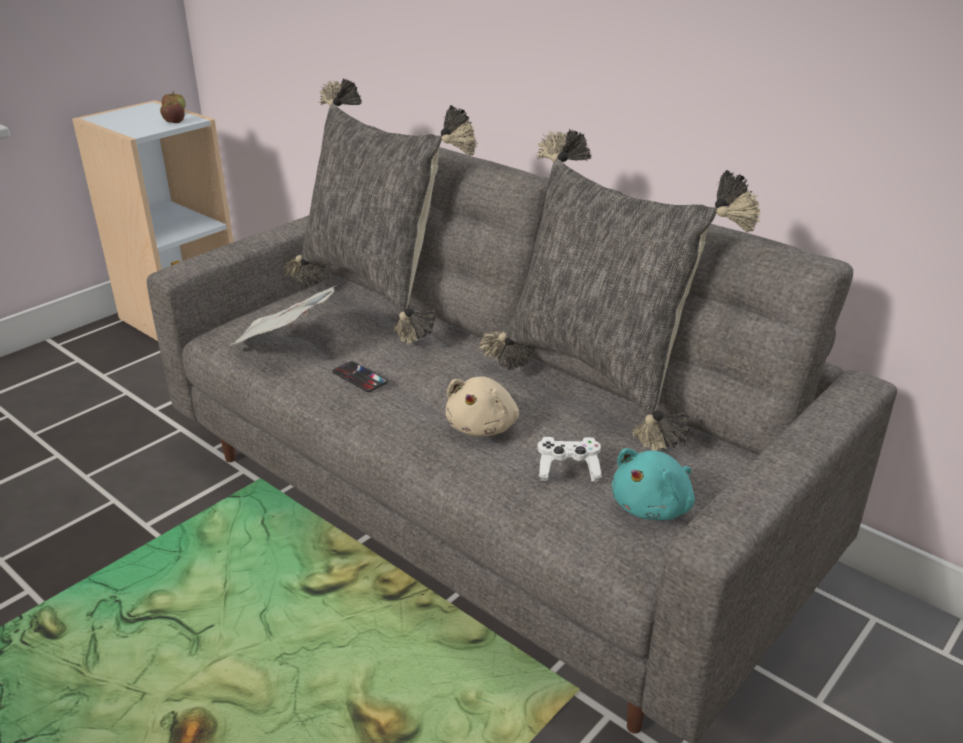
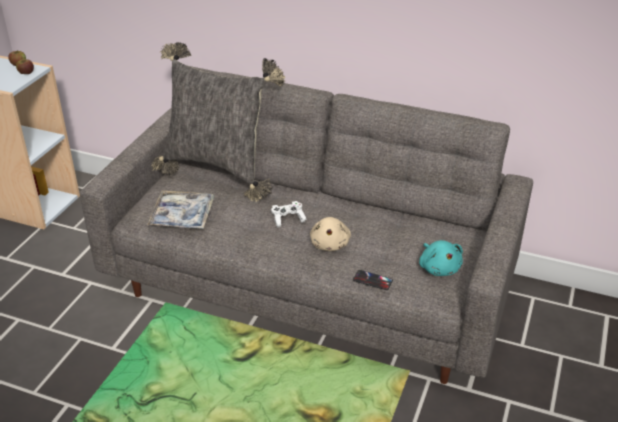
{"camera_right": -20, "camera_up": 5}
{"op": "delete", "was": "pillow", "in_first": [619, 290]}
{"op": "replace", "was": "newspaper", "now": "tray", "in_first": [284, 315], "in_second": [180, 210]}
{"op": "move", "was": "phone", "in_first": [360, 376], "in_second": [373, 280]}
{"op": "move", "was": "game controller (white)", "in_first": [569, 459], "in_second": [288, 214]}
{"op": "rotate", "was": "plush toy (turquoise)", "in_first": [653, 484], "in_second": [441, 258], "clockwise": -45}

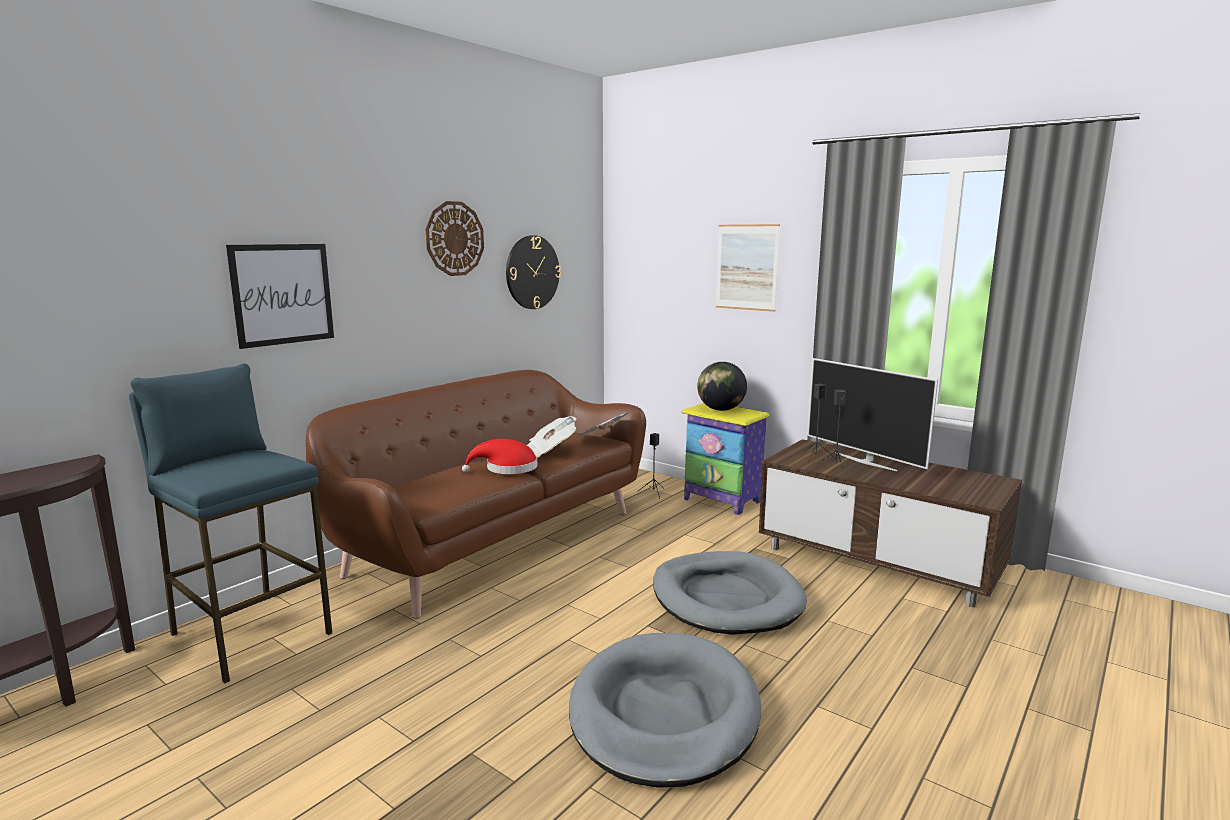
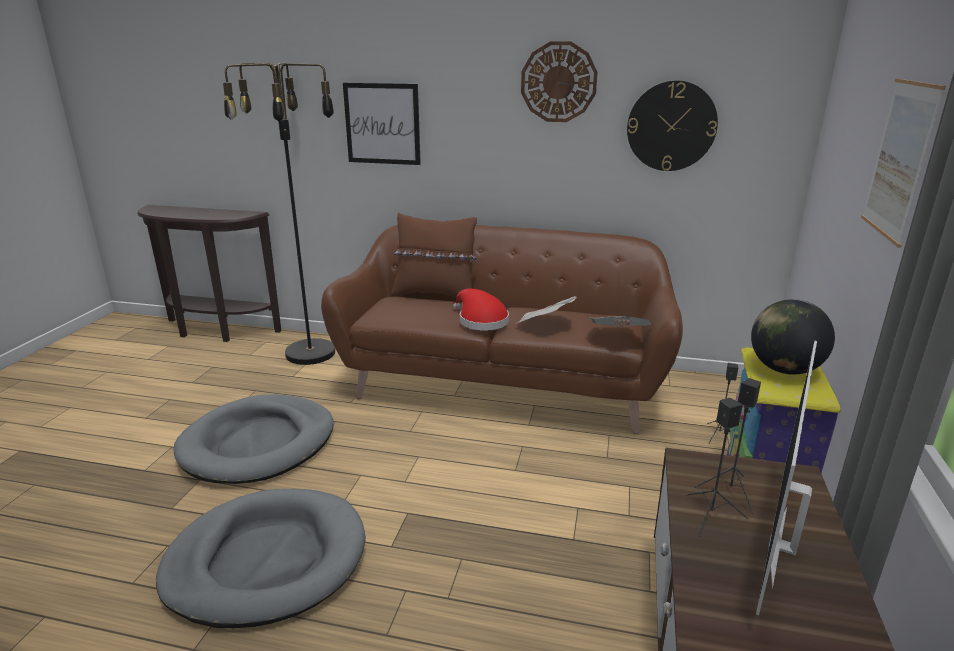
{"camera_right": 65, "camera_up": 10}
{"op": "replace", "was": "stool (blue)", "now": "floor lamp", "in_first": [230, 523], "in_second": [279, 213]}
{"op": "move", "was": "dog bed (grey)", "in_first": [730, 593], "in_second": [253, 439]}
{"op": "insert", "now": "pillow (brown)", "in_second": [434, 255]}

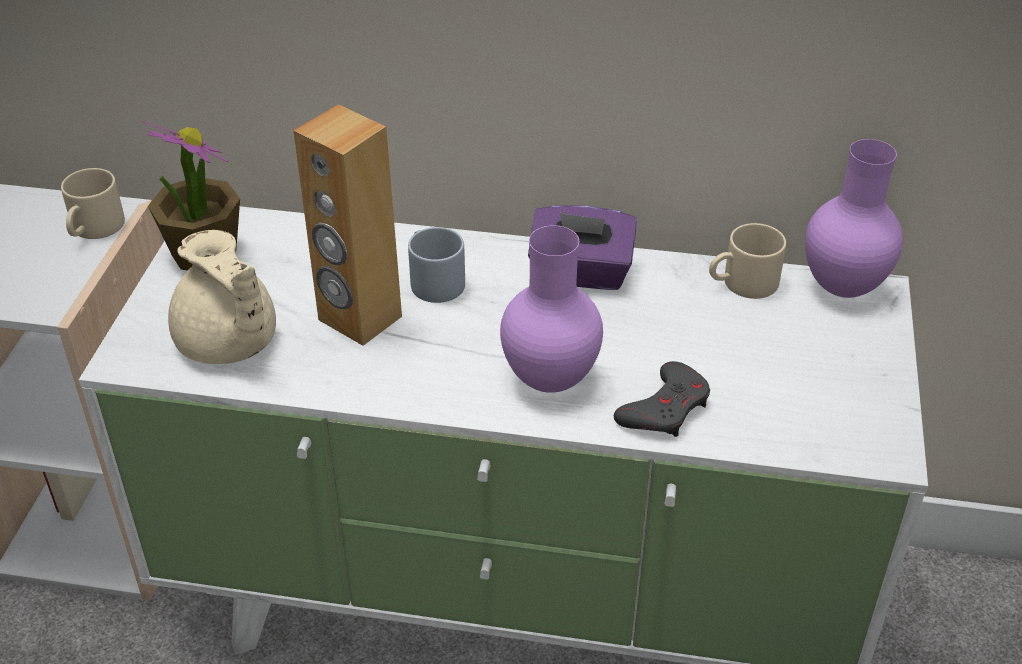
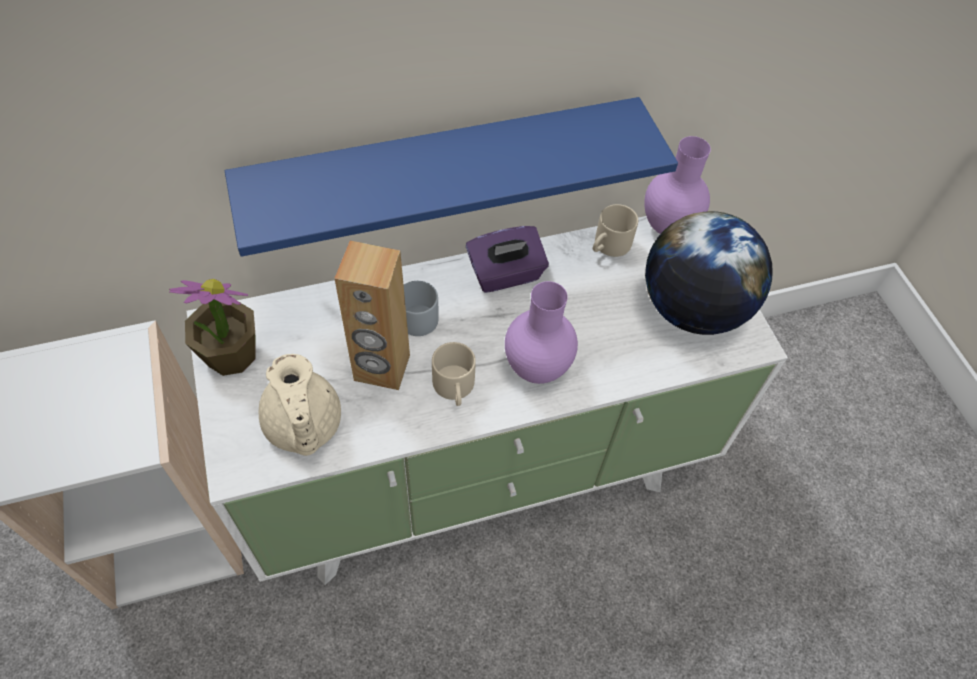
{"camera_right": -30, "camera_up": 15}
{"op": "move", "was": "mug (beige)", "in_first": [93, 203], "in_second": [454, 374]}
{"op": "rotate", "was": "teapot (beige)", "in_first": [222, 297], "in_second": [300, 405], "clockwise": 45}
{"op": "delete", "was": "game controller (grey)", "in_first": [662, 399]}
{"op": "insert", "now": "shelf (blue)", "in_second": [451, 177]}
{"op": "insert", "now": "globe", "in_second": [708, 273]}

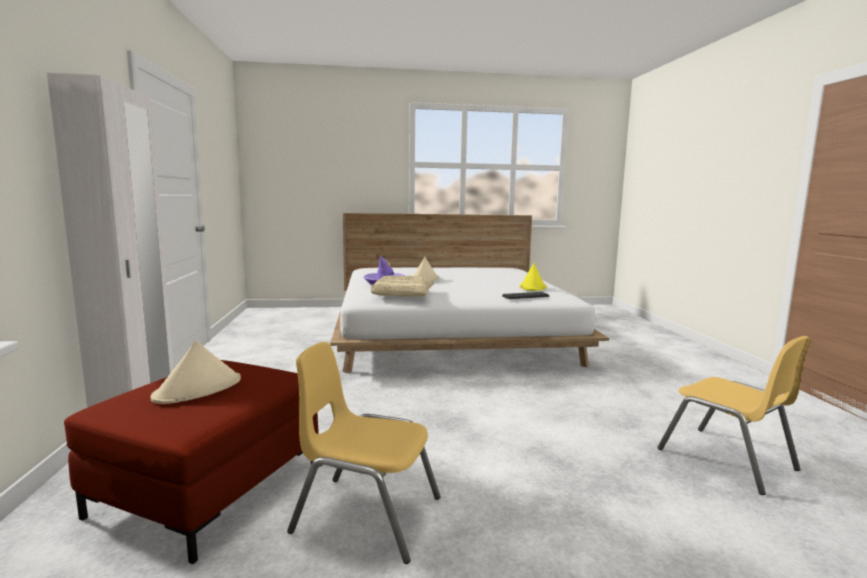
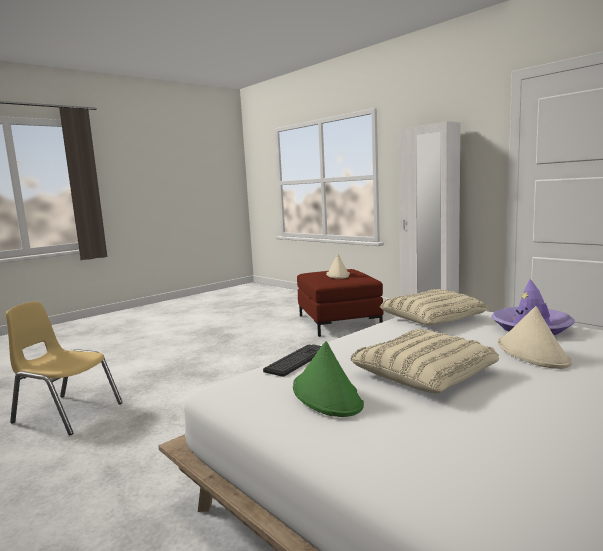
{"camera_right": 145, "camera_up": 0}
{"op": "recolor", "was": "hat (yellow)", "now": "hat (green)", "in_first": [533, 277], "in_second": [328, 379]}
{"op": "delete", "was": "chair (yellow)", "in_first": [363, 453]}
{"op": "insert", "now": "pillow (beige)", "in_second": [425, 361]}

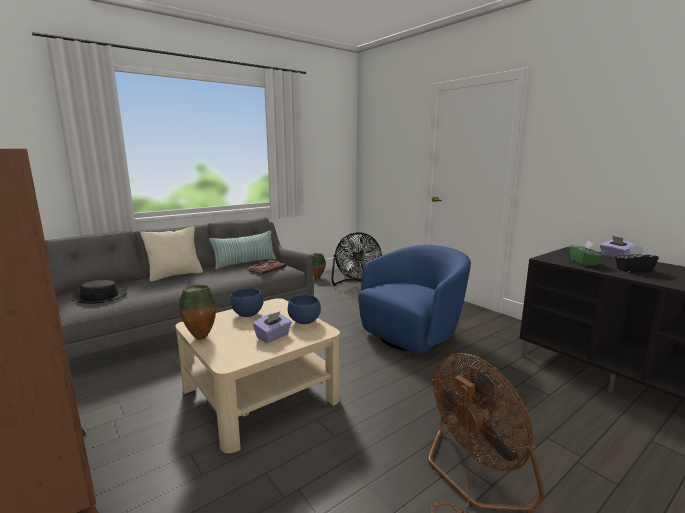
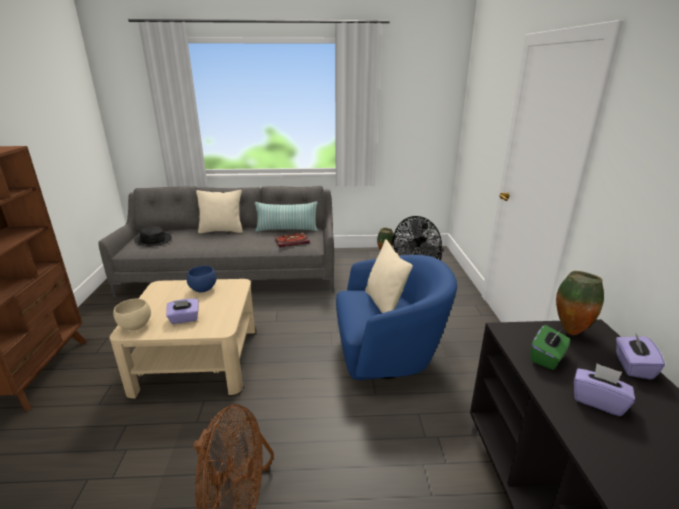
{"camera_right": 35, "camera_up": 10}
{"op": "recolor", "was": "tissue box (black)", "now": "tissue box (purple)", "in_first": [637, 259], "in_second": [604, 389]}
{"op": "move", "was": "vase", "in_first": [197, 312], "in_second": [580, 303]}
{"op": "delete", "was": "bowl (blue)", "in_first": [304, 309]}
{"op": "insert", "now": "pillow (beige)", "in_second": [389, 276]}
{"op": "insert", "now": "bowl (beige)", "in_second": [132, 314]}

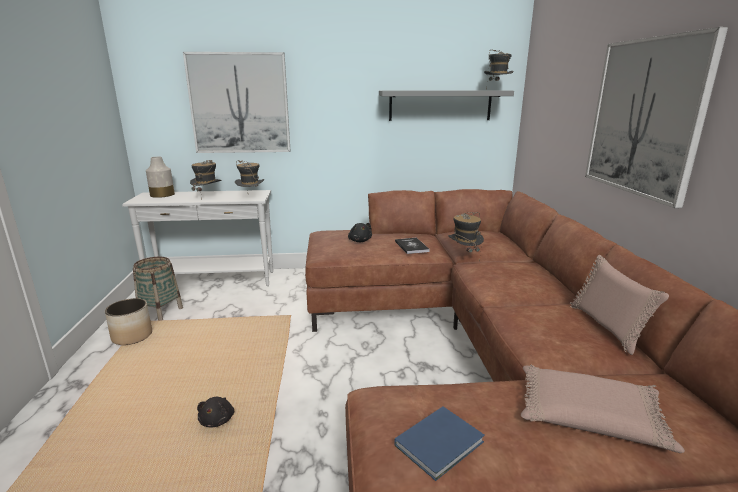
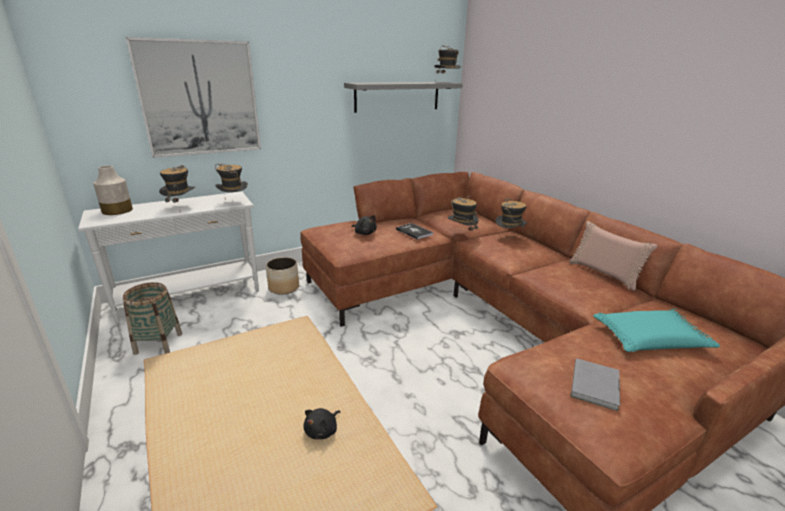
{"camera_right": -25, "camera_up": 5}
{"op": "delete", "was": "picture", "in_first": [656, 117]}
{"op": "move", "was": "planter", "in_first": [128, 321], "in_second": [282, 275]}
{"op": "recolor", "was": "pillow (beige)", "now": "pillow (turquoise)", "in_first": [603, 408], "in_second": [656, 330]}
{"op": "rotate", "was": "plush toy (black)", "in_first": [215, 412], "in_second": [322, 423], "clockwise": 60}
{"op": "recolor", "was": "book (blue)", "now": "book (grey)", "in_first": [439, 443], "in_second": [595, 384]}
{"op": "insert", "now": "hat", "in_second": [511, 212]}

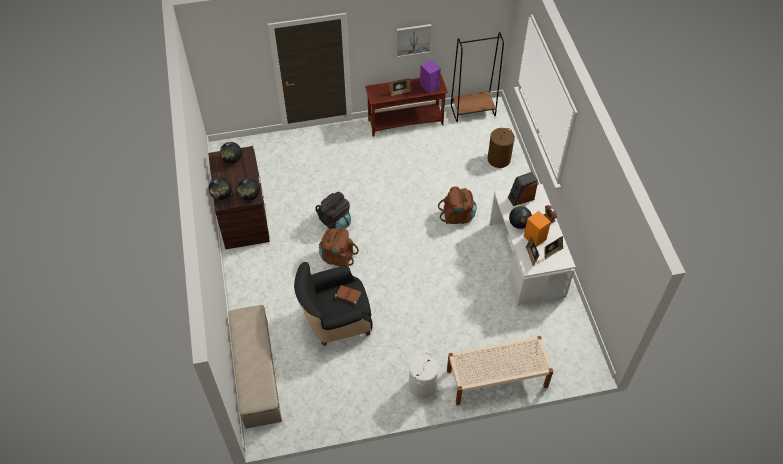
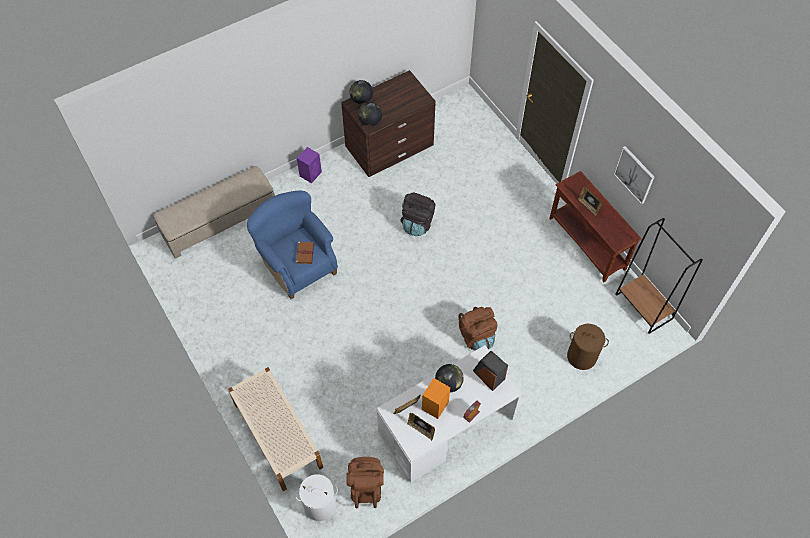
{"camera_right": 70, "camera_up": 5}
{"op": "move", "was": "speaker (purple)", "in_first": [430, 76], "in_second": [309, 165]}
{"op": "delete", "was": "globe", "in_first": [231, 153]}
{"op": "move", "was": "backpack (brown)", "in_first": [339, 247], "in_second": [365, 482]}
{"op": "recolor", "was": "armchair (black)", "now": "armchair (blue)", "in_first": [333, 304], "in_second": [292, 245]}
{"op": "move", "was": "laundry basket (white)", "in_first": [424, 375], "in_second": [316, 497]}

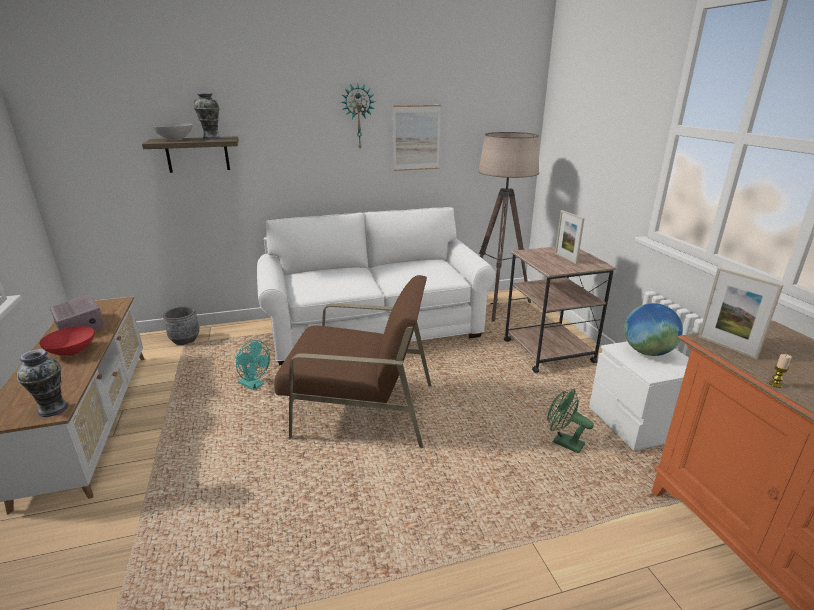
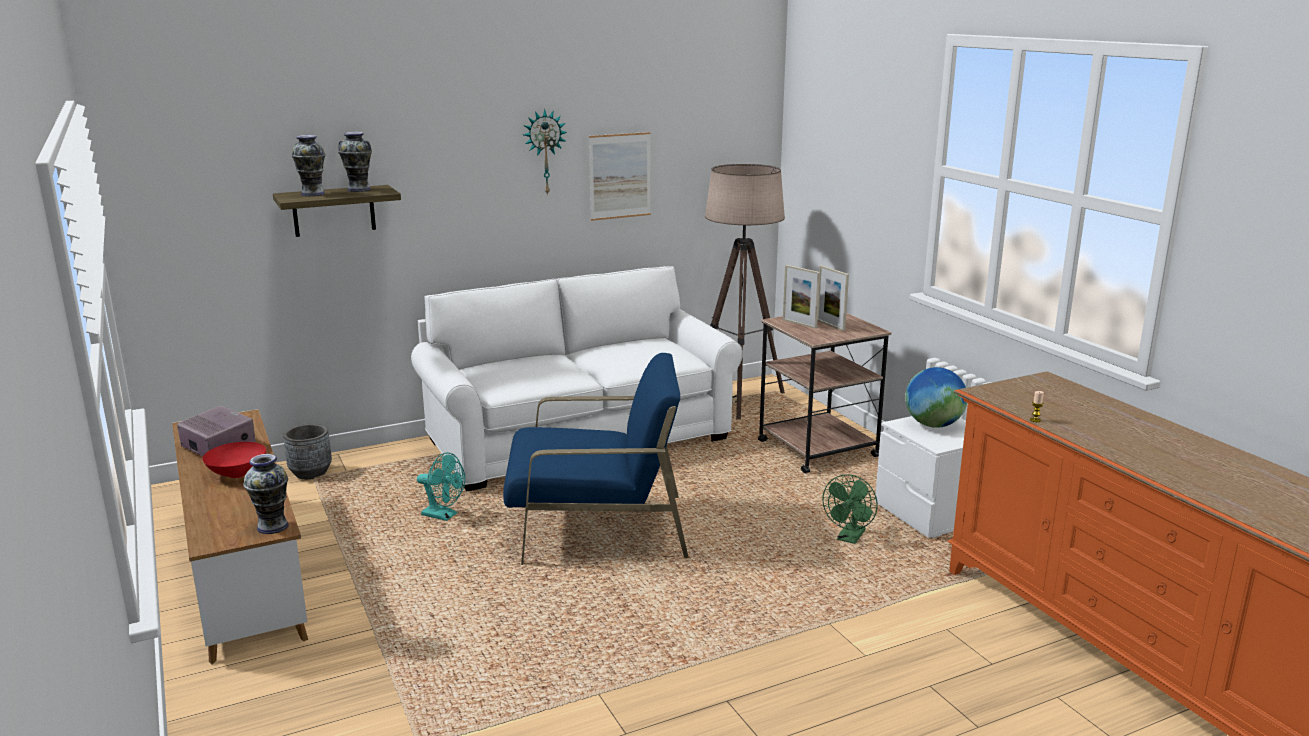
{"camera_right": -10, "camera_up": -5}
{"op": "replace", "was": "bowl (grey)", "now": "vase", "in_first": [172, 132], "in_second": [308, 165]}
{"op": "move", "was": "picture frame", "in_first": [740, 313], "in_second": [801, 297]}
{"op": "recolor", "was": "armchair (brown)", "now": "armchair (blue)", "in_first": [353, 361], "in_second": [596, 459]}
{"op": "rotate", "was": "fan (green)", "in_first": [570, 421], "in_second": [850, 509], "clockwise": -90}

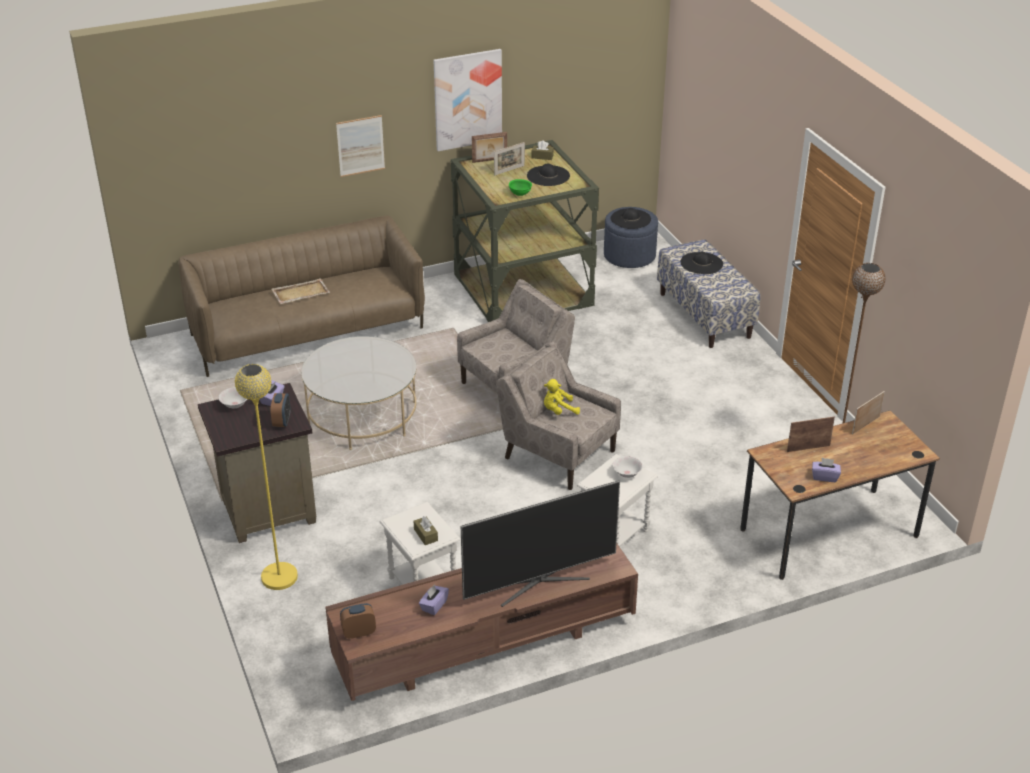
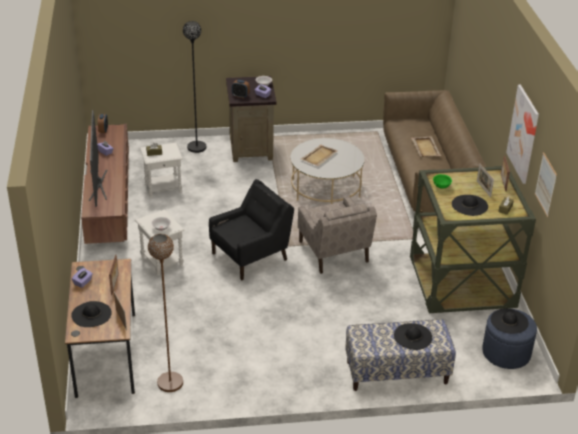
{"camera_right": 105, "camera_up": 0}
{"op": "move", "was": "picture", "in_first": [360, 146], "in_second": [546, 184]}
{"op": "recolor", "was": "armchair (beige)", "now": "armchair (black)", "in_first": [558, 415], "in_second": [251, 229]}
{"op": "recolor", "was": "floor lamp (yellow)", "now": "floor lamp (black)", "in_first": [266, 477], "in_second": [194, 87]}
{"op": "delete", "was": "plush toy (yellow)", "in_first": [562, 397]}
{"op": "insert", "now": "tray (beige)", "in_second": [319, 155]}
{"op": "insert", "now": "hat (black)", "in_second": [91, 314]}

